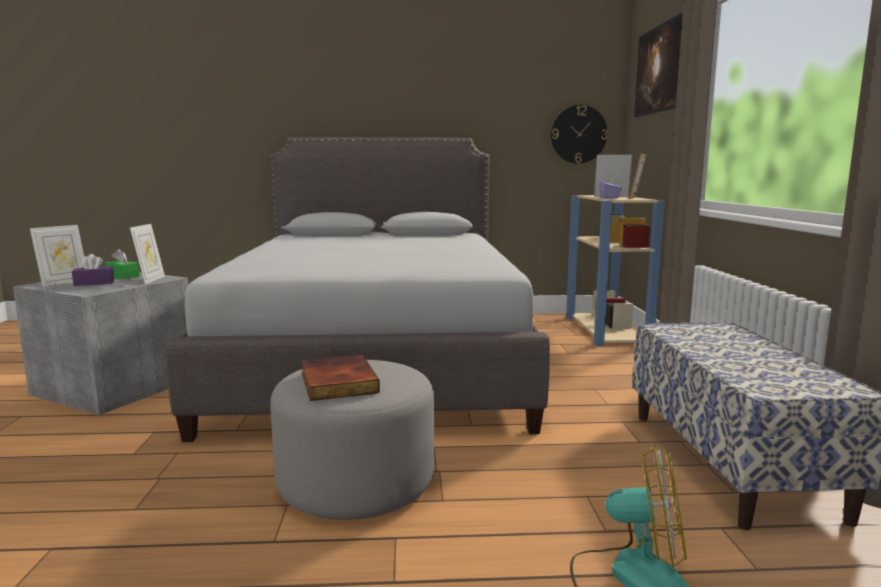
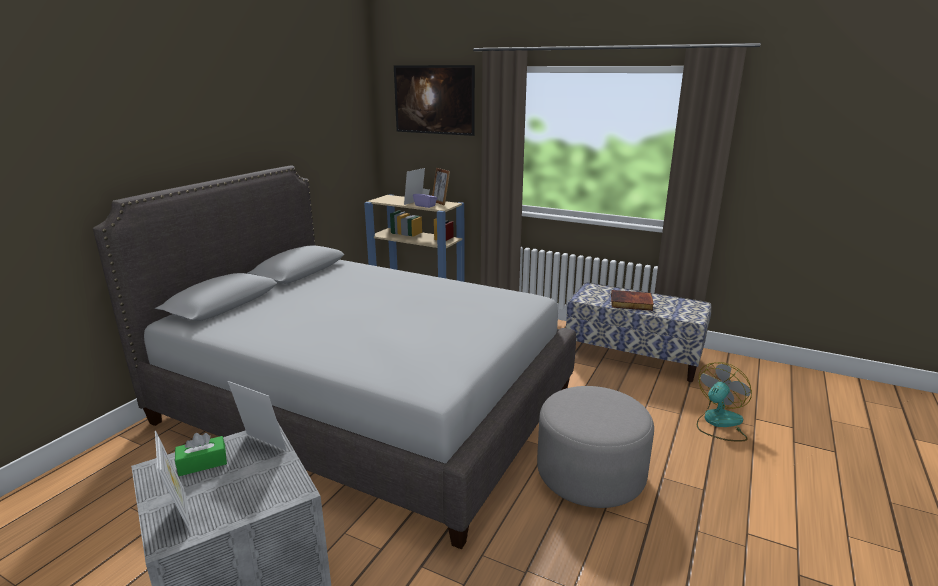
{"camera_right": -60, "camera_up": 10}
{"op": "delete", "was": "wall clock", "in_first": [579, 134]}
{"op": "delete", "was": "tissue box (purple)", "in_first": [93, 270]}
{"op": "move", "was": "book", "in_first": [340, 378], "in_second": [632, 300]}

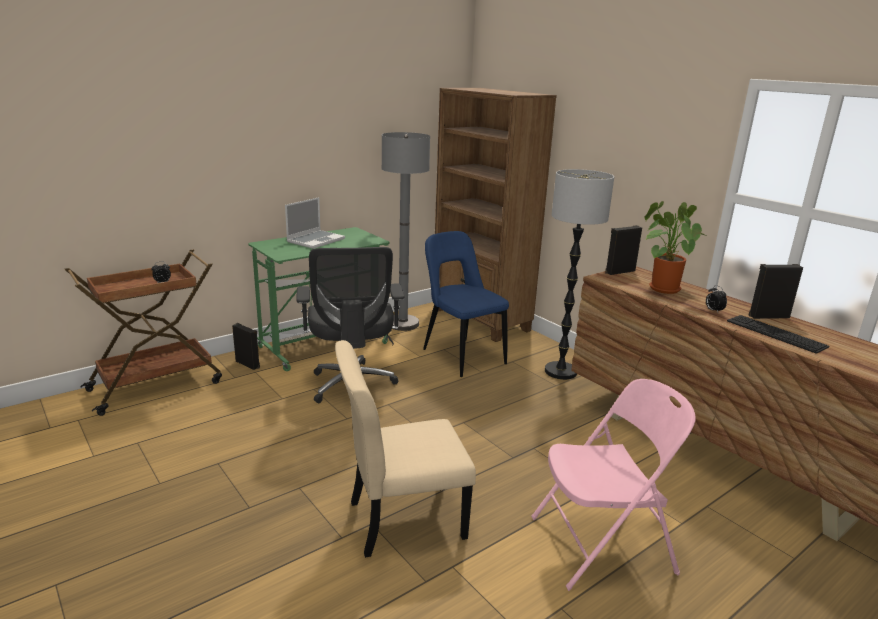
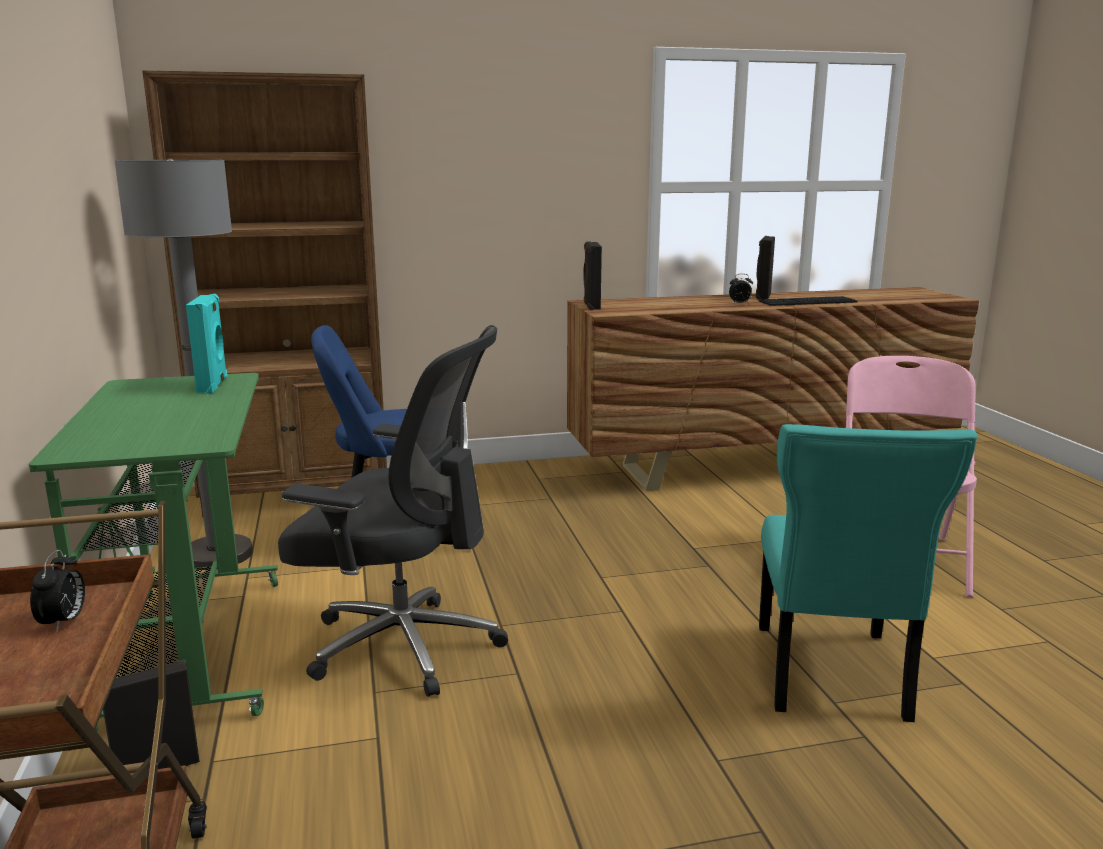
{"camera_right": -65, "camera_up": -5}
{"op": "delete", "was": "floor lamp", "in_first": [579, 274]}
{"op": "delete", "was": "laptop", "in_first": [315, 223]}
{"op": "delete", "was": "potted plant", "in_first": [675, 247]}
{"op": "recolor", "was": "chair (beige)", "now": "chair (turquoise)", "in_first": [405, 449], "in_second": [868, 573]}
{"op": "insert", "now": "speaker (turquoise)", "in_second": [206, 344]}

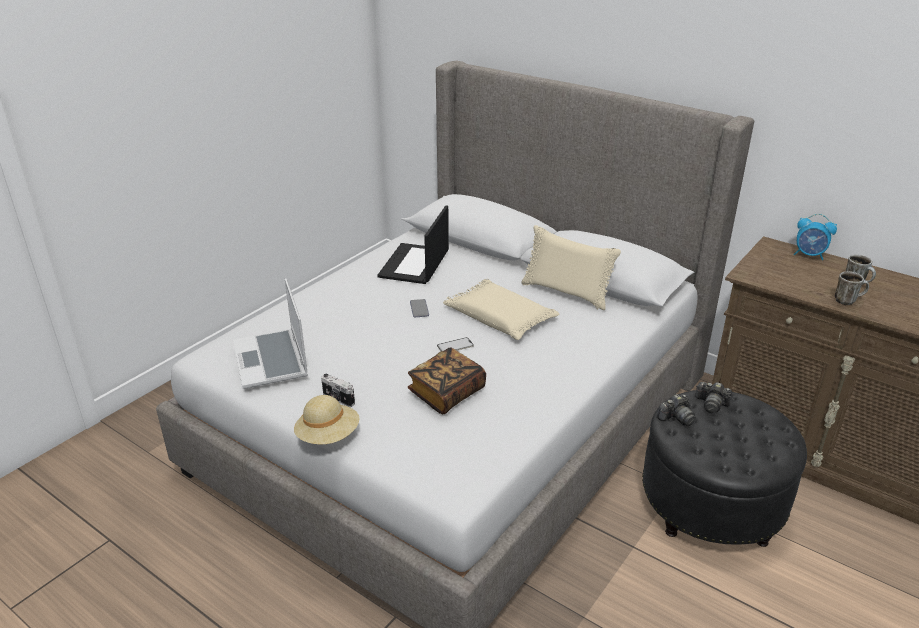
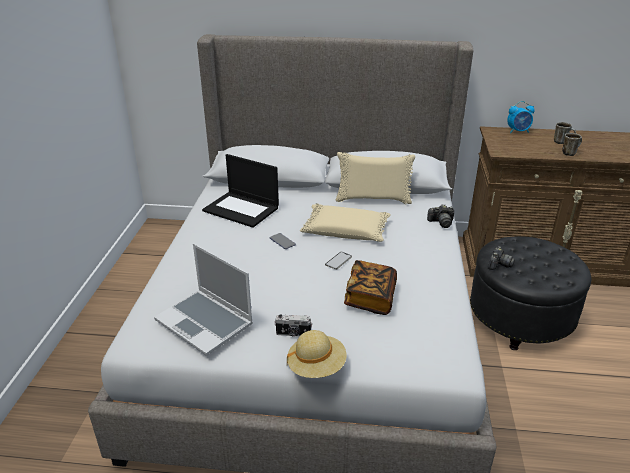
{"camera_right": -30, "camera_up": 0}
{"op": "rotate", "was": "laptop", "in_first": [413, 244], "in_second": [240, 191], "clockwise": -45}
{"op": "move", "was": "photo camera", "in_first": [713, 398], "in_second": [440, 216]}

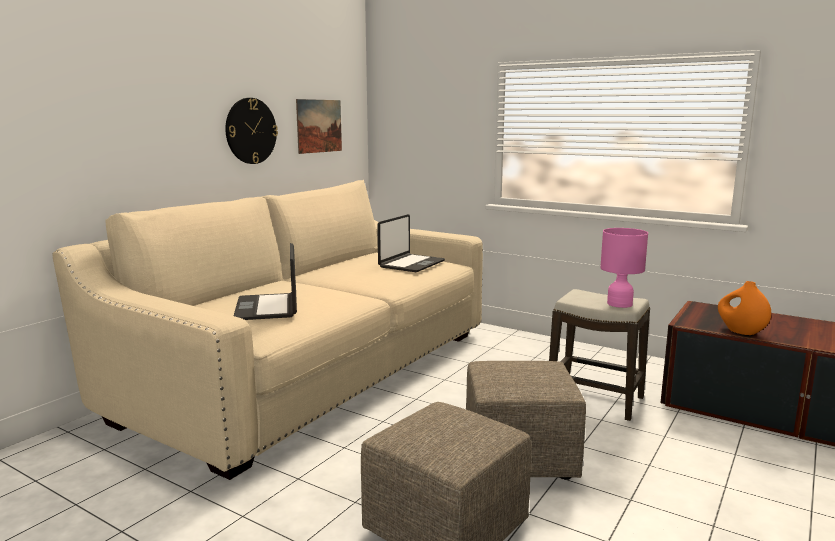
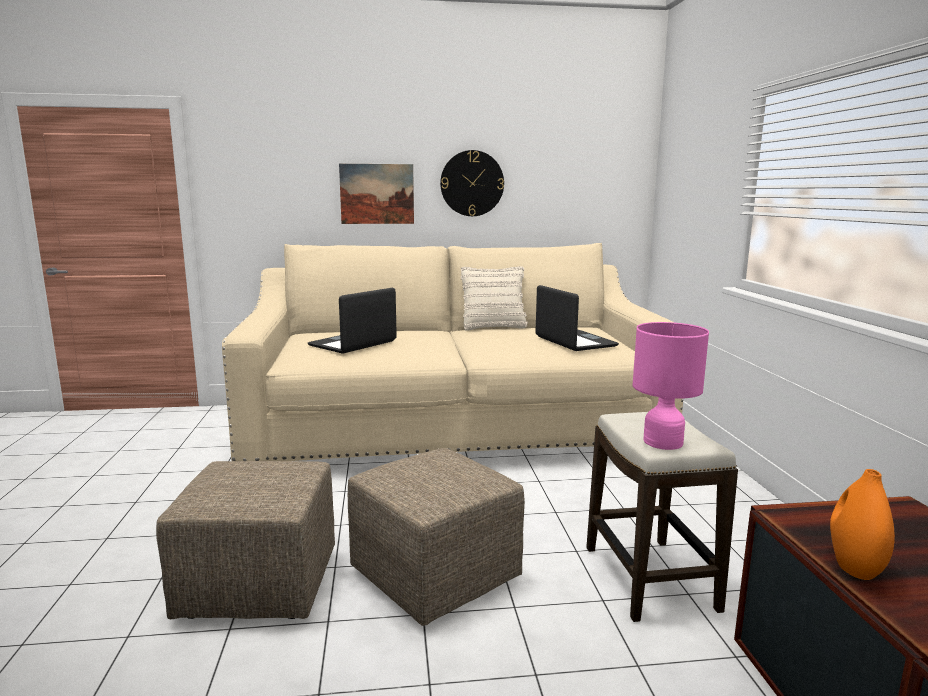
{"camera_right": 50, "camera_up": 0}
{"op": "move", "was": "picture", "in_first": [319, 126], "in_second": [376, 194]}
{"op": "rotate", "was": "laptop", "in_first": [411, 243], "in_second": [577, 318], "clockwise": -105}
{"op": "insert", "now": "pillow (beige)", "in_second": [494, 298]}

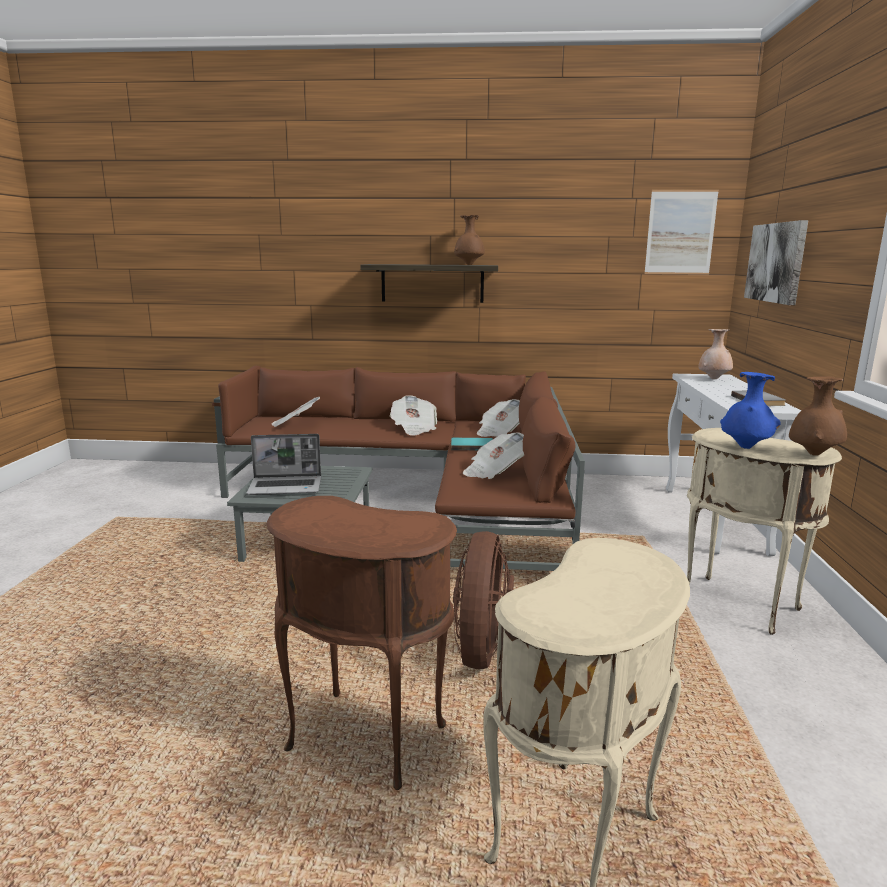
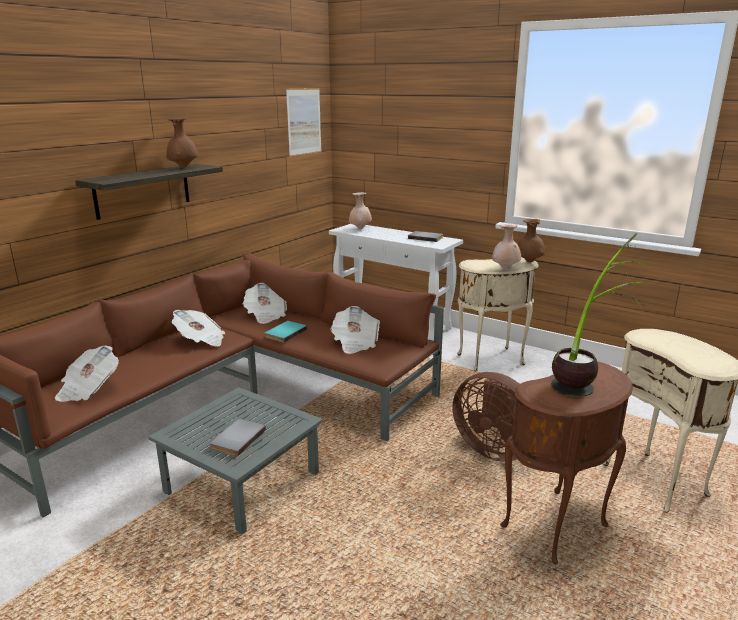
{"camera_right": -60, "camera_up": 5}
{"op": "delete", "was": "picture", "in_first": [776, 262]}
{"op": "recolor", "was": "vase (blue)", "now": "vase (beige)", "in_first": [750, 410], "in_second": [506, 246]}
{"op": "replace", "was": "laptop", "now": "book (grey)", "in_first": [283, 464], "in_second": [238, 438]}
{"op": "insert", "now": "potted plant", "in_second": [599, 315]}

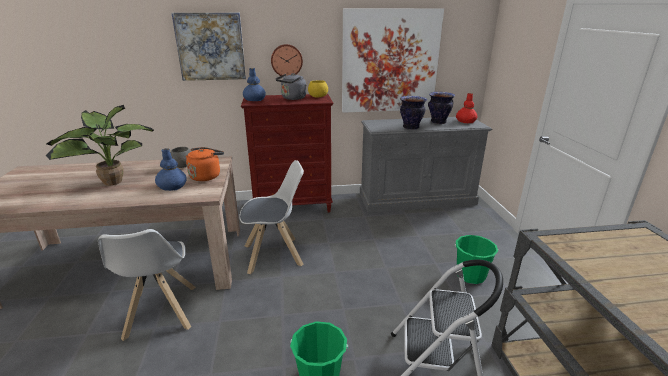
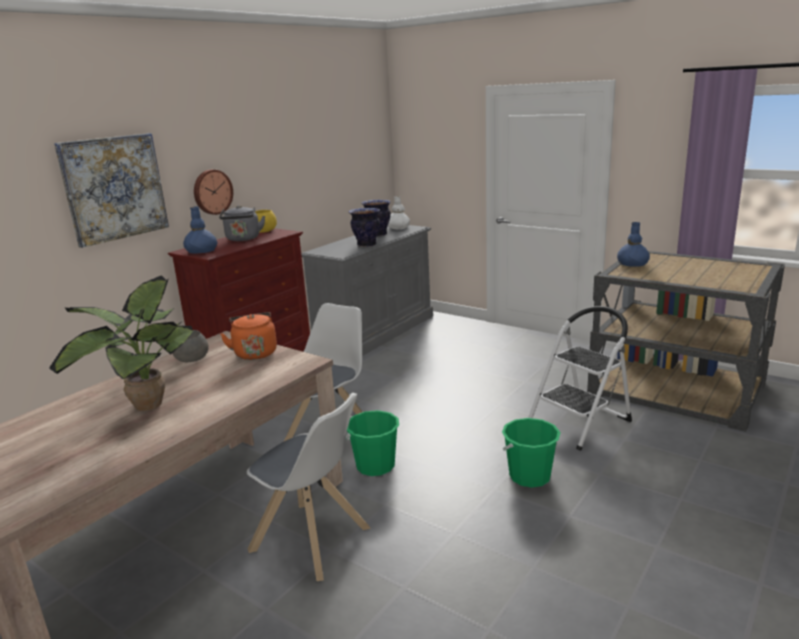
{"camera_right": -45, "camera_up": -5}
{"op": "delete", "was": "picture", "in_first": [393, 60]}
{"op": "recolor", "was": "vase (red)", "now": "vase (white)", "in_first": [466, 108], "in_second": [399, 212]}
{"op": "move", "was": "vase (blue)", "in_first": [171, 169], "in_second": [633, 244]}
{"op": "move", "was": "bucket (green)", "in_first": [476, 259], "in_second": [372, 443]}

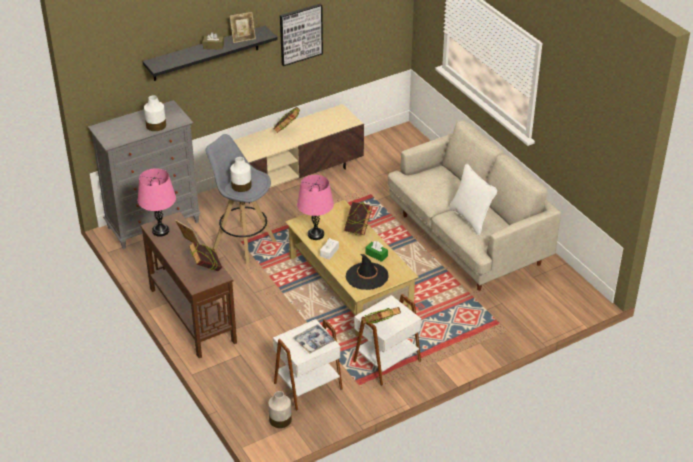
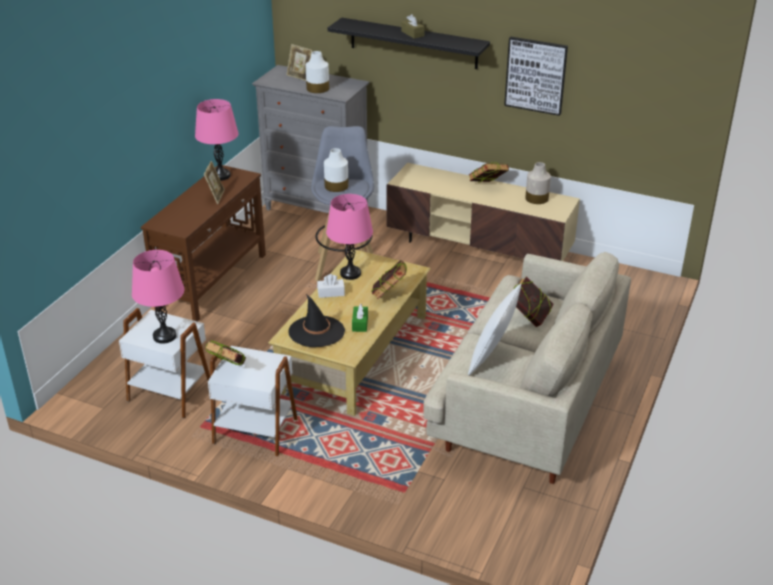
{"camera_right": 55, "camera_up": -5}
{"op": "move", "was": "picture frame", "in_first": [243, 27], "in_second": [299, 62]}
{"op": "move", "was": "book", "in_first": [205, 256], "in_second": [534, 302]}
{"op": "replace", "was": "tray", "now": "table lamp (pink)", "in_first": [314, 339], "in_second": [158, 297]}
{"op": "move", "was": "vase (beige)", "in_first": [280, 409], "in_second": [538, 183]}

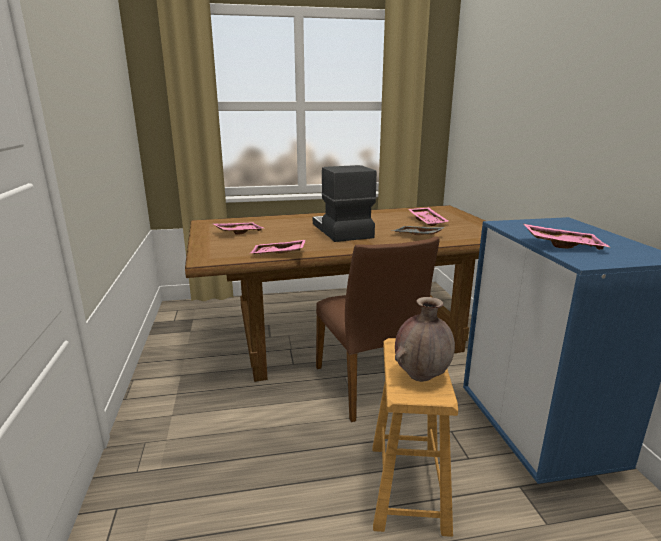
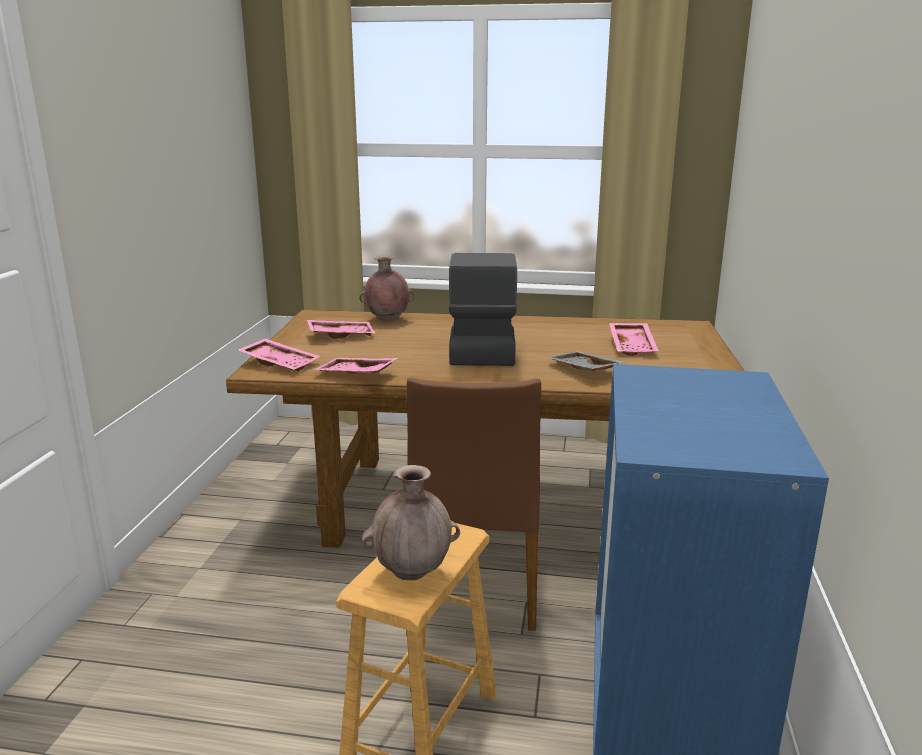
{"camera_right": 20, "camera_up": 0}
{"op": "move", "was": "tray (pink)", "in_first": [567, 237], "in_second": [279, 354]}
{"op": "insert", "now": "vase (brown)", "in_second": [386, 288]}

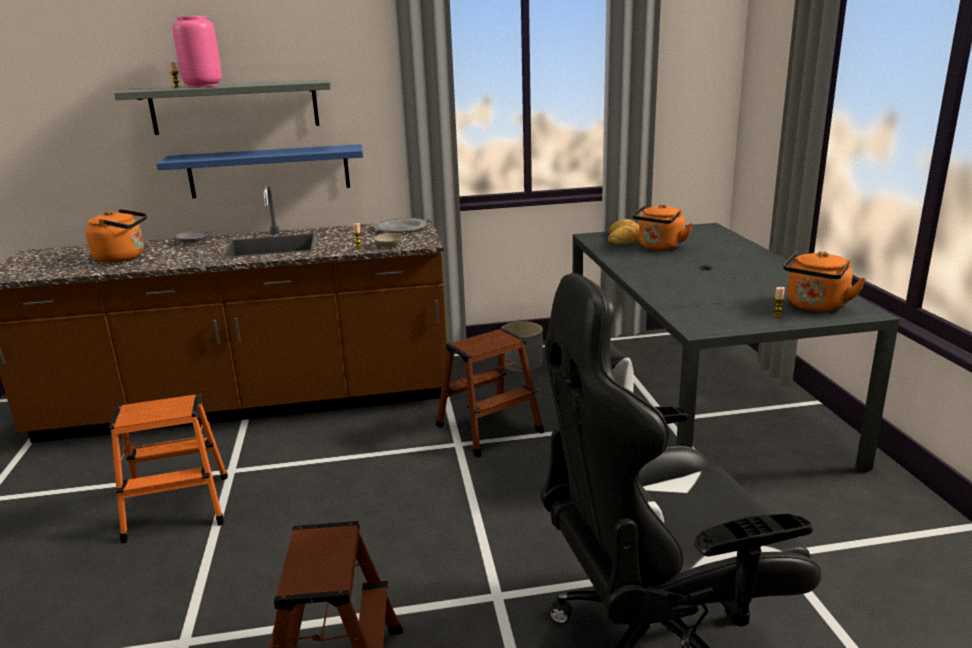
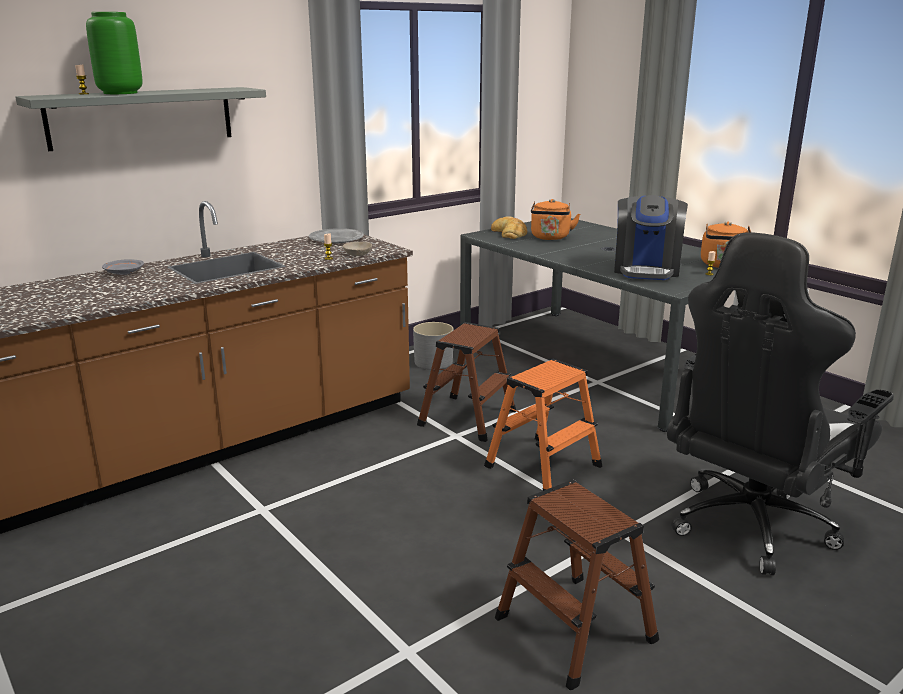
{"camera_right": -30, "camera_up": 0}
{"op": "recolor", "was": "vase (pink)", "now": "vase (green)", "in_first": [197, 52], "in_second": [114, 53]}
{"op": "delete", "was": "shelf (blue)", "in_first": [259, 171]}
{"op": "delete", "was": "kettle (orange)", "in_first": [116, 236]}
{"op": "move", "was": "step ladder (orange)", "in_first": [168, 468], "in_second": [543, 425]}
{"op": "insert", "now": "coffee machine", "in_second": [651, 237]}

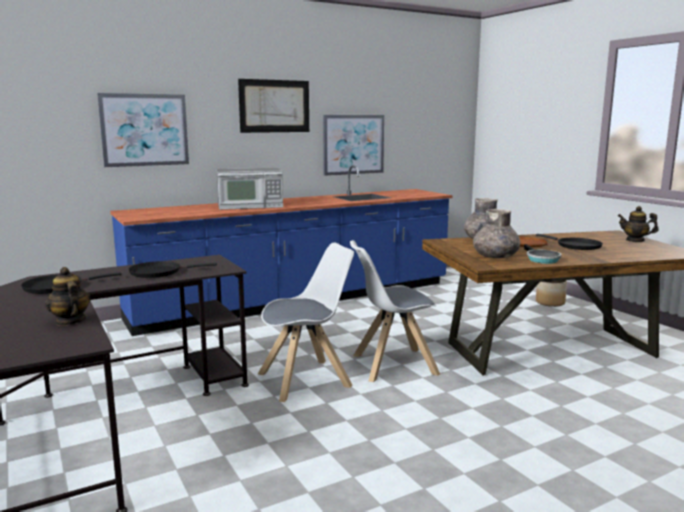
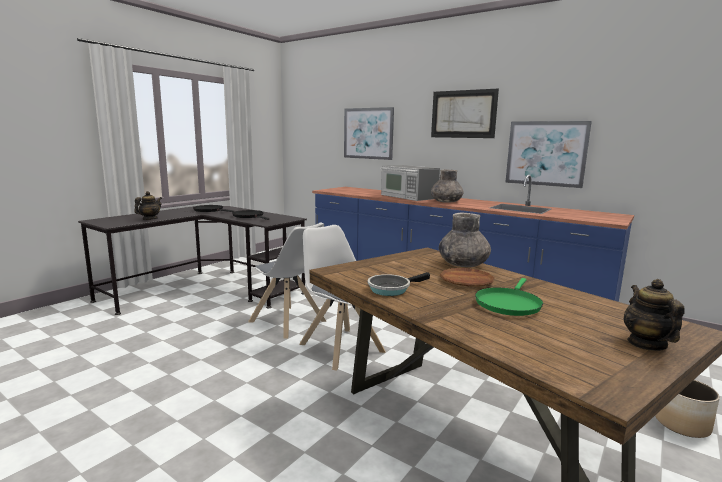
{"camera_right": 65, "camera_up": 0}
{"op": "move", "was": "vase (grey)", "in_first": [497, 233], "in_second": [447, 186]}
{"op": "recolor", "was": "frying pan (black)", "now": "frying pan (green)", "in_first": [569, 242], "in_second": [509, 297]}

